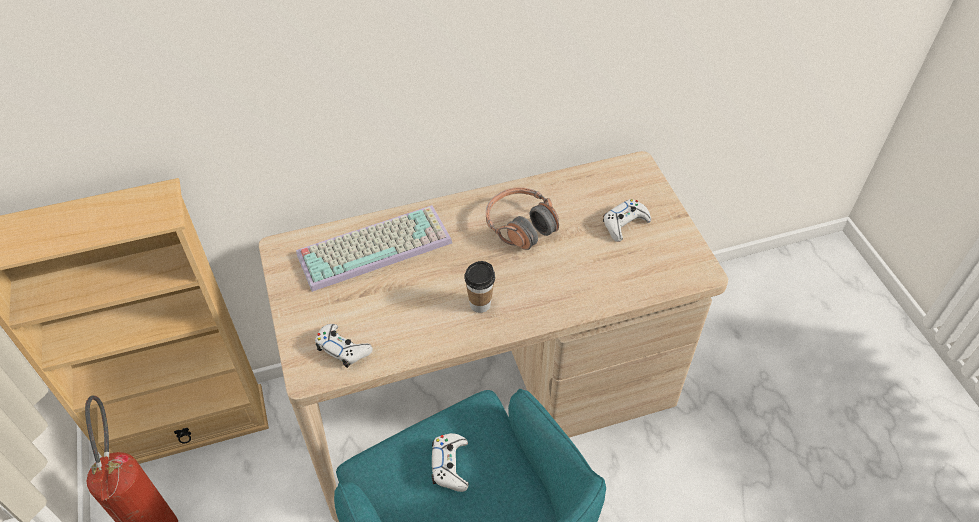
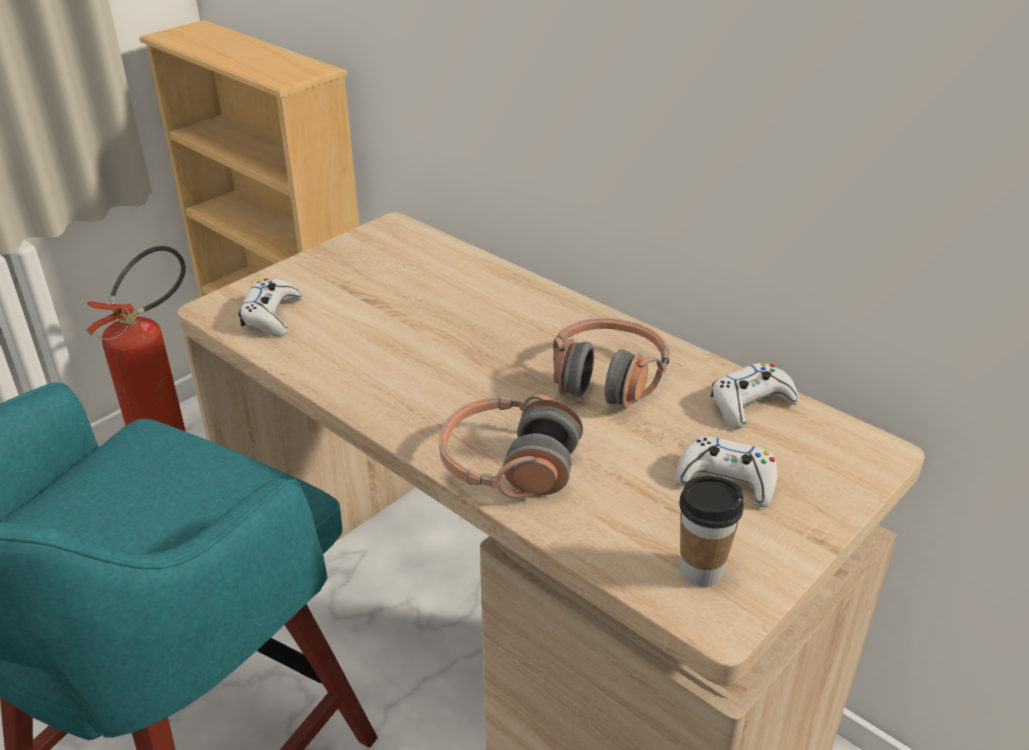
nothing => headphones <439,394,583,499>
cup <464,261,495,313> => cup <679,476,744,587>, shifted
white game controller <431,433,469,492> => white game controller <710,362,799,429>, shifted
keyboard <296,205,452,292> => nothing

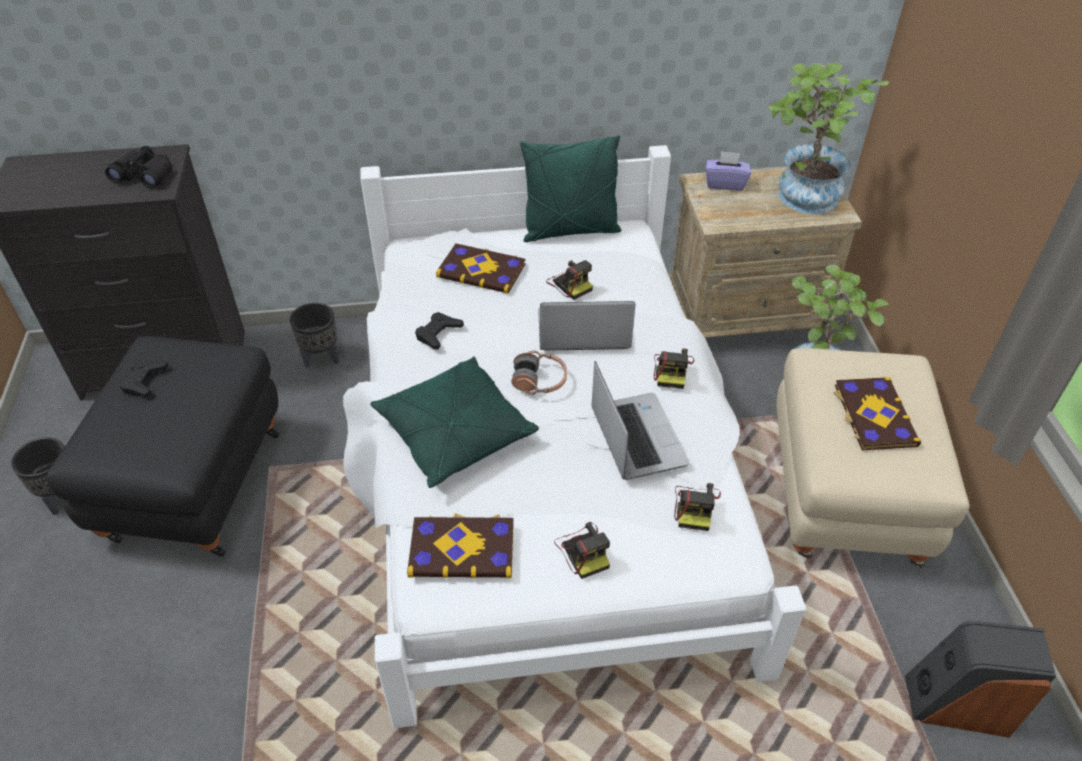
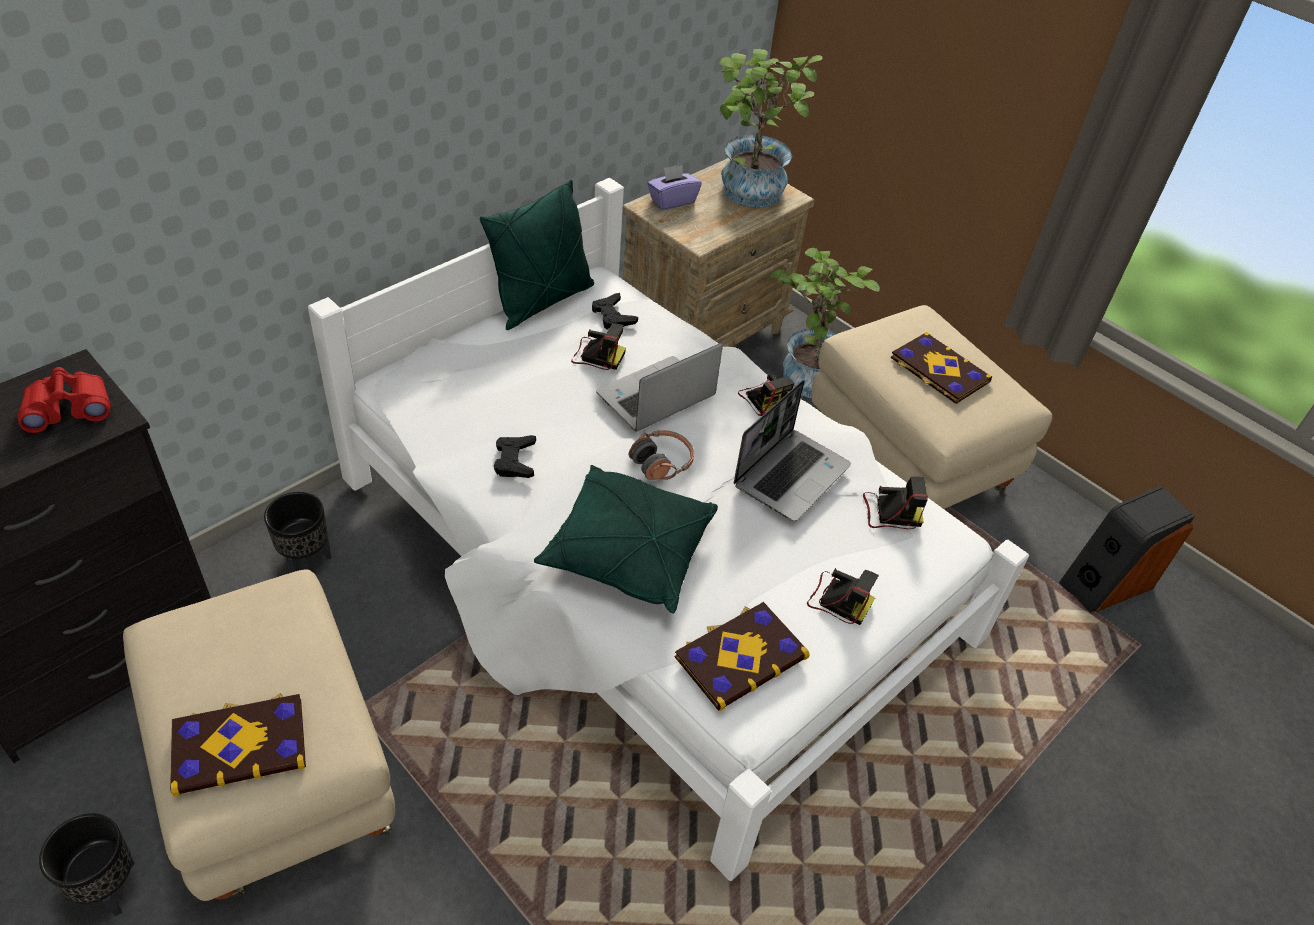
black binoculars <105,146,172,188> => red binoculars <17,367,111,433>
black ottoman <46,336,279,557> => beige ottoman <123,569,395,901>
book <436,243,526,294> => book <170,693,306,796>, shifted
black game controller <120,360,169,397> => black game controller <592,293,638,330>, shifted
laptop <592,361,690,480> => laptop <733,380,851,521>, 90 degrees clockwise
photo camera <674,483,721,531> => photo camera <863,477,928,529>, 60 degrees counterclockwise

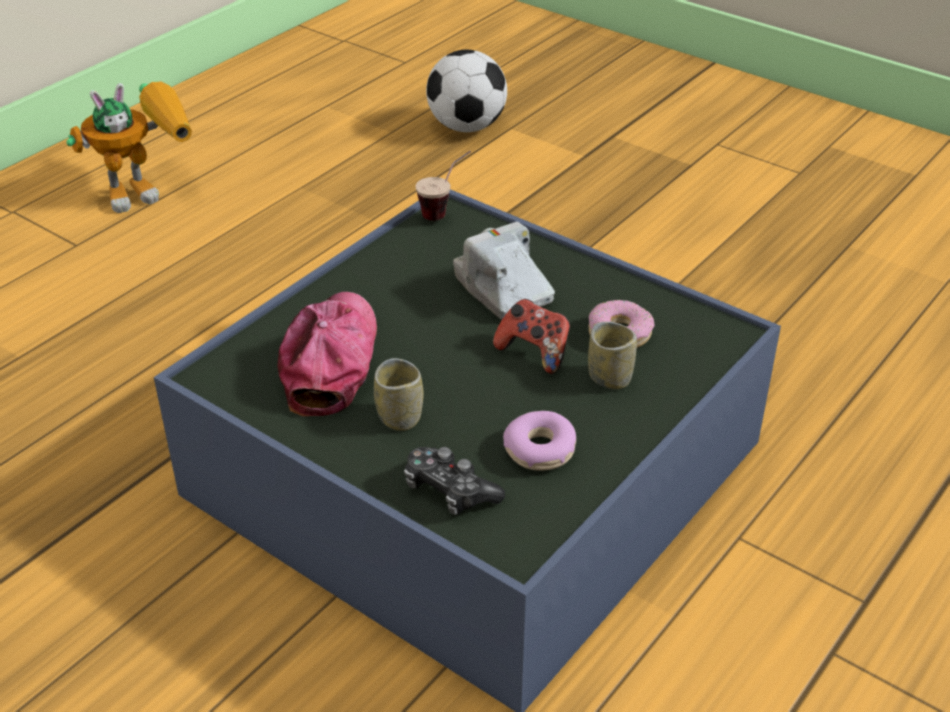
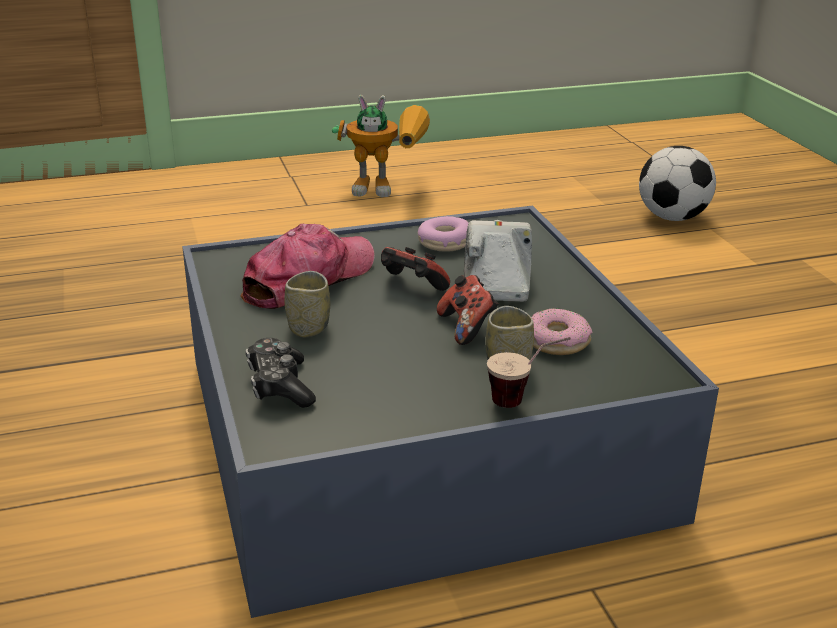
nothing => game controller <381,247,450,291>
donut <503,411,576,471> => donut <418,216,469,252>, shifted
cup <416,151,471,221> => cup <487,337,571,408>, shifted

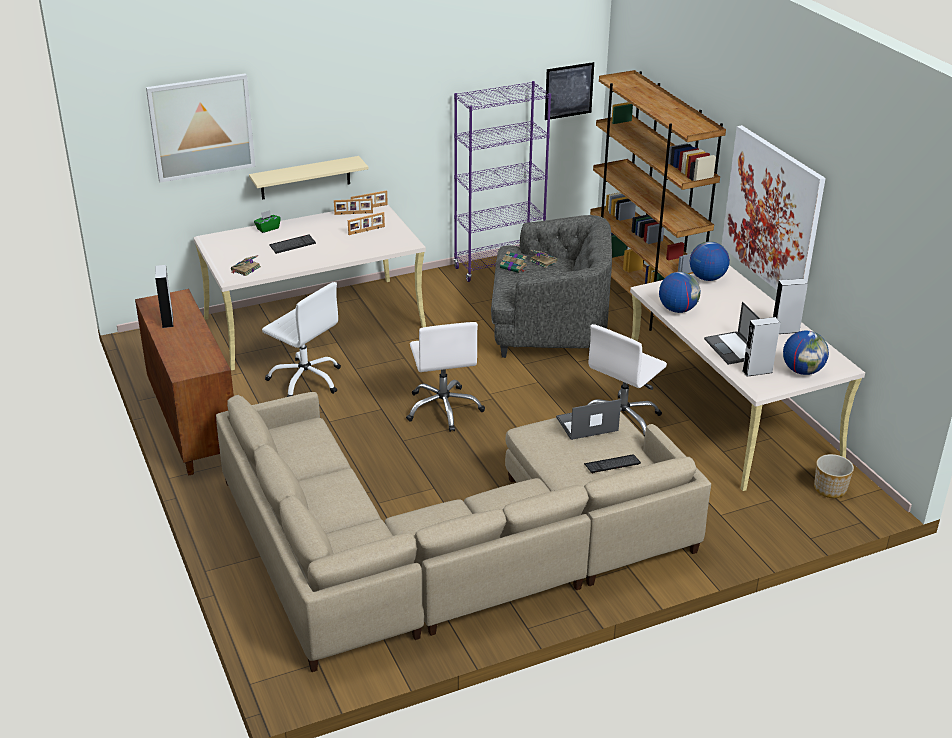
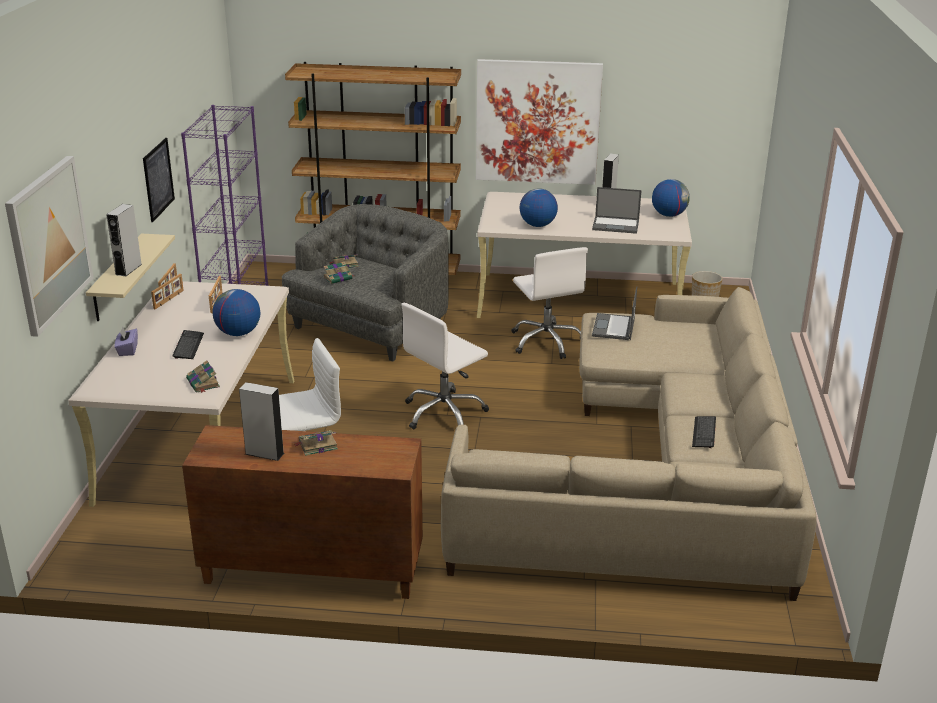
grey speaker <742,317,780,377> => grey speaker <106,204,142,276>, shifted
green tissue box <254,210,281,233> => purple tissue box <114,327,138,356>
picture <545,62,594,120> => picture <143,138,175,222>, shifted
globe <690,241,730,281> => globe <213,289,260,336>, shifted
nothing => book <295,430,338,456>
white office chair <406,322,485,432> => white office chair <401,303,489,429>, 120 degrees clockwise
keyboard <584,454,641,474> => keyboard <692,416,716,448>, shifted

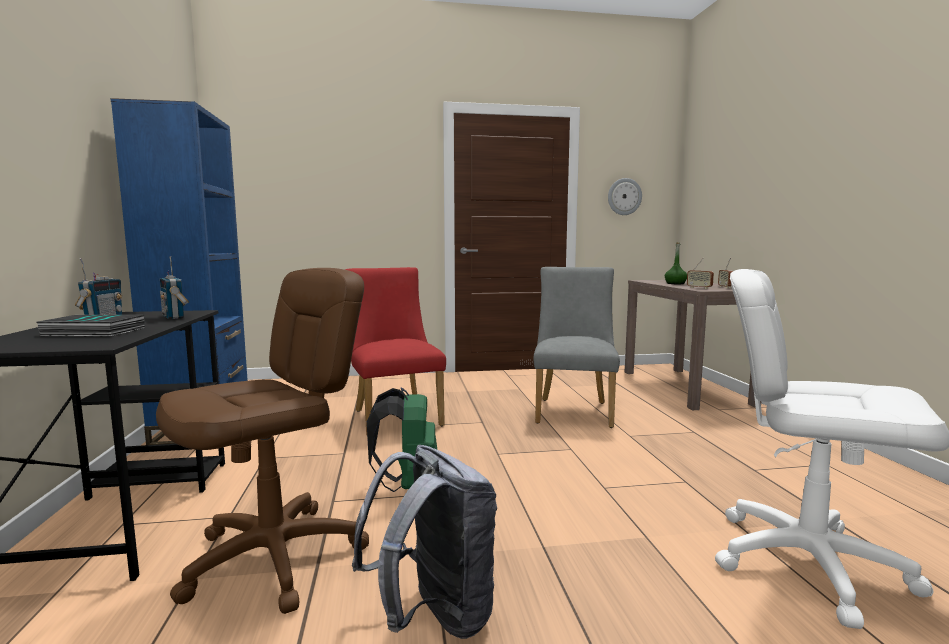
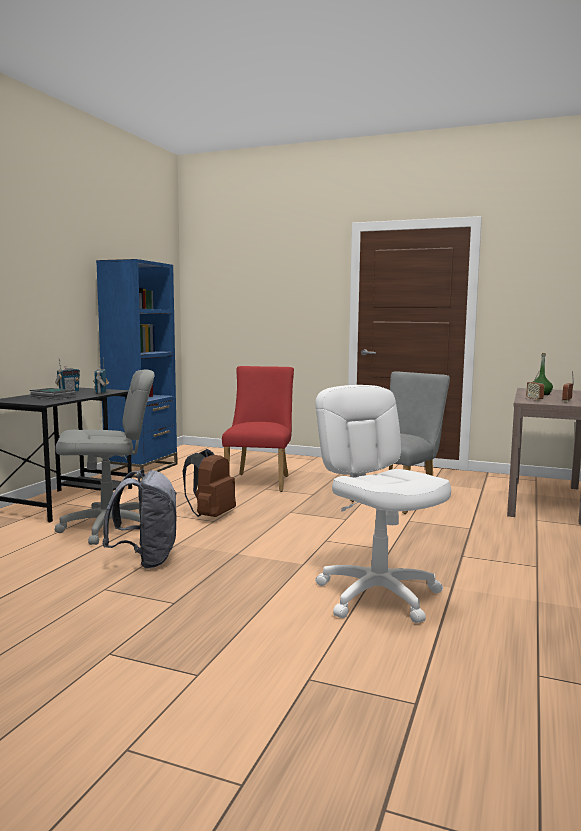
brown office chair <156,268,369,614> => grey office chair <55,370,155,545>
green backpack <367,388,437,492> => brown backpack <183,449,236,517>
wall clock <608,178,642,215> => nothing

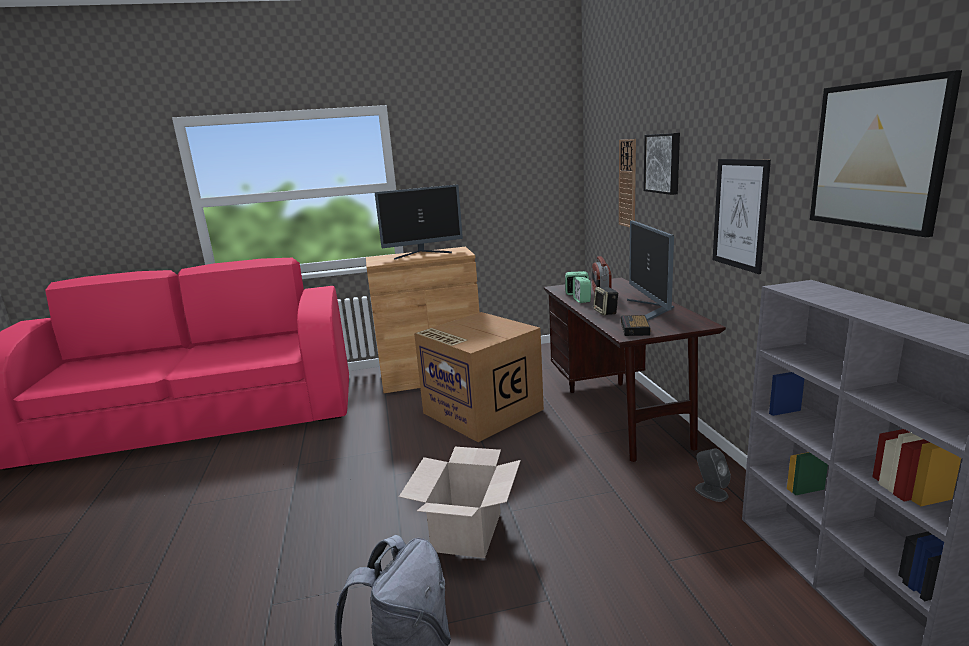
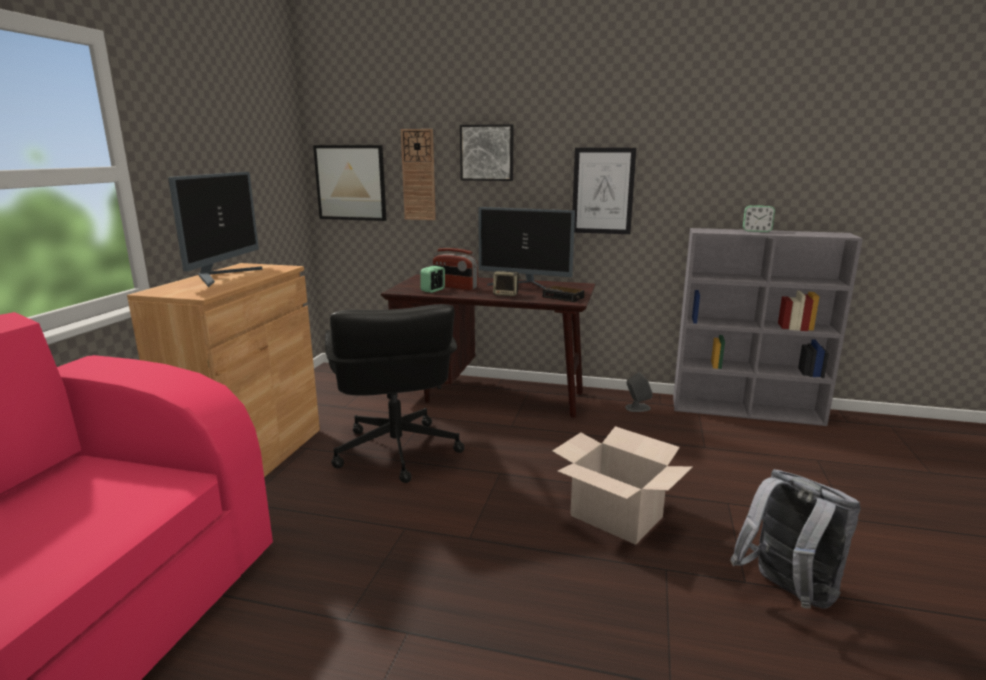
picture <810,70,962,237> => picture <313,145,387,221>, shifted
cardboard box <414,312,544,442> => black office chair <325,304,464,483>
alarm clock <573,277,591,303> => alarm clock <743,205,775,232>, shifted

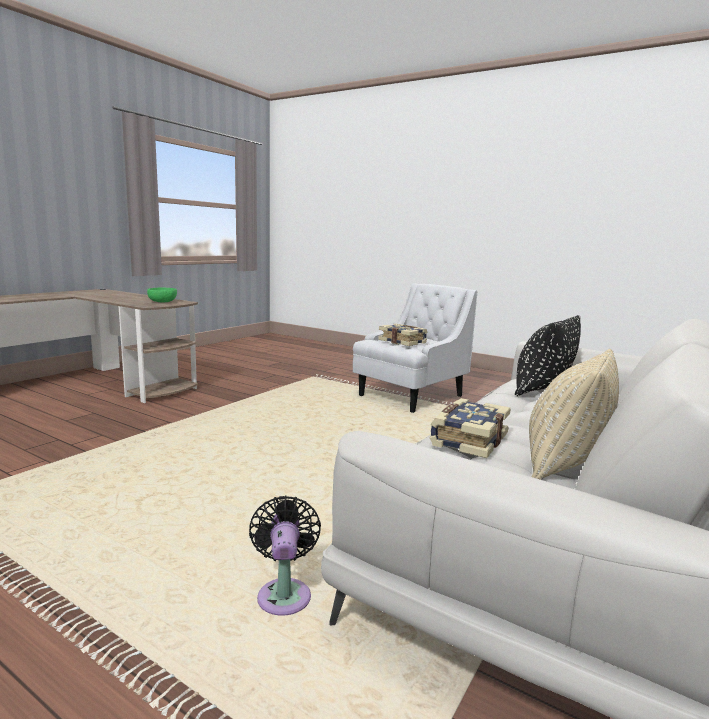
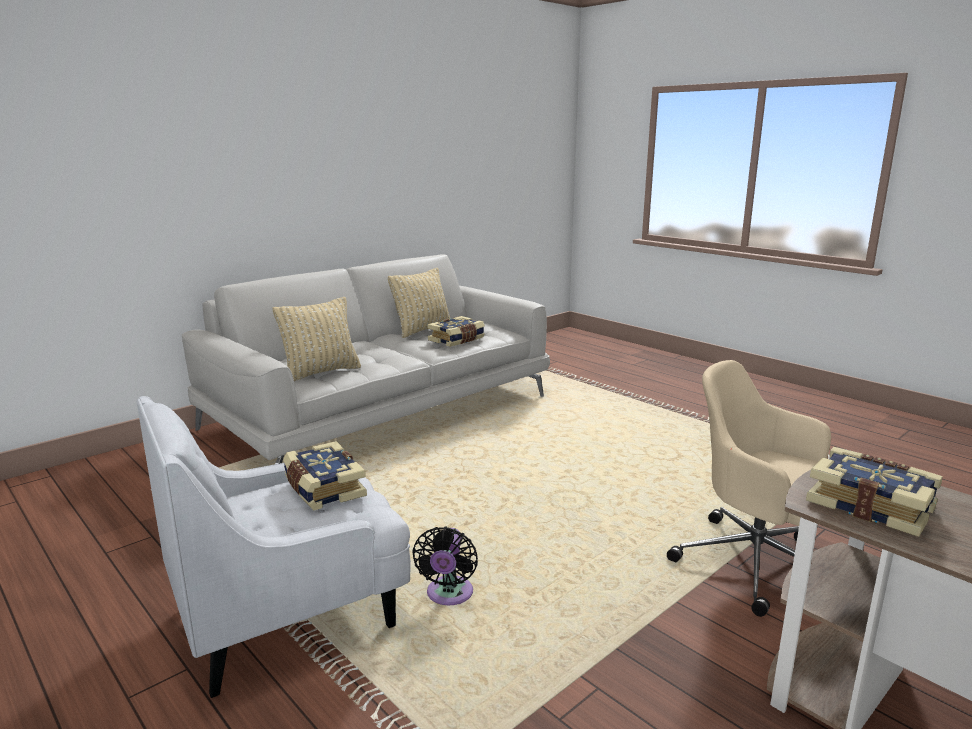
black pillow <515,315,581,396> => beige pillow <273,297,361,381>
black fan <249,496,321,616> => black fan <412,526,478,605>, shifted
nothing => beige office chair <667,360,831,617>
green bowl <147,288,177,302> => book <806,447,943,537>

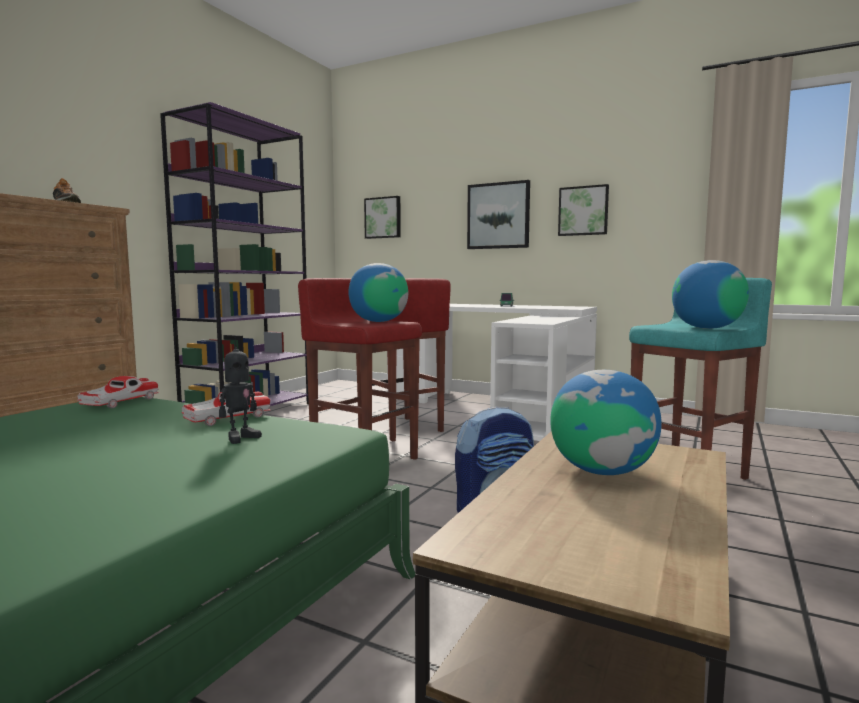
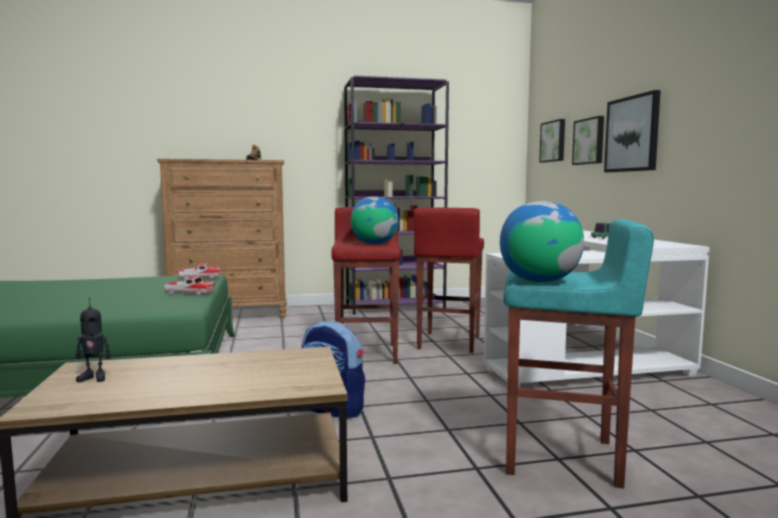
toy robot <219,337,262,444> => toy robot <76,298,111,382>, shifted
picture <558,184,609,236> => picture <572,116,604,165>, shifted
globe <550,370,662,475> => nothing

